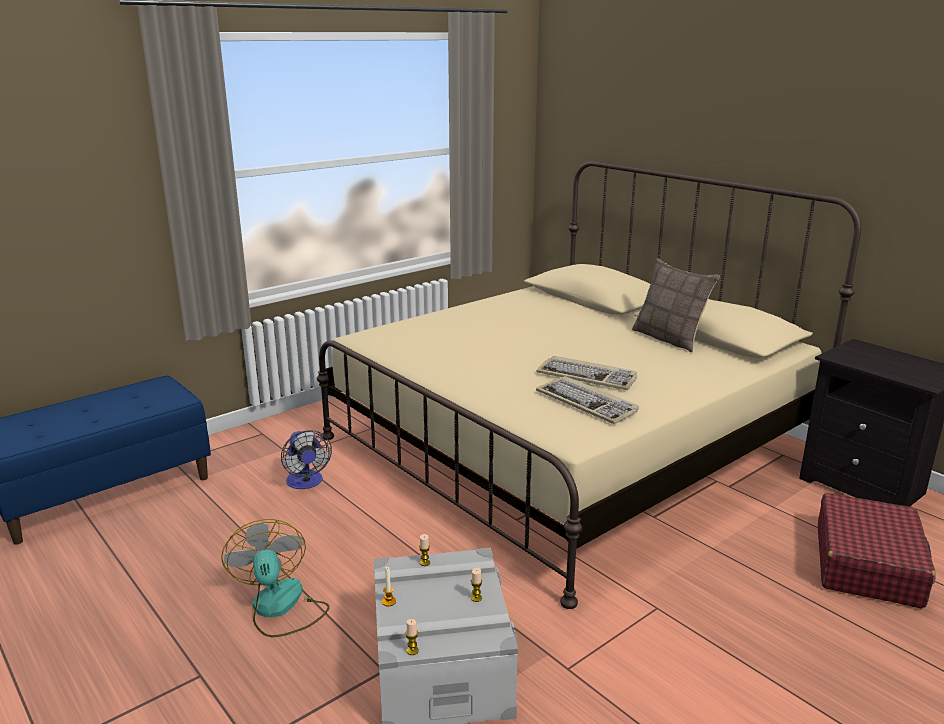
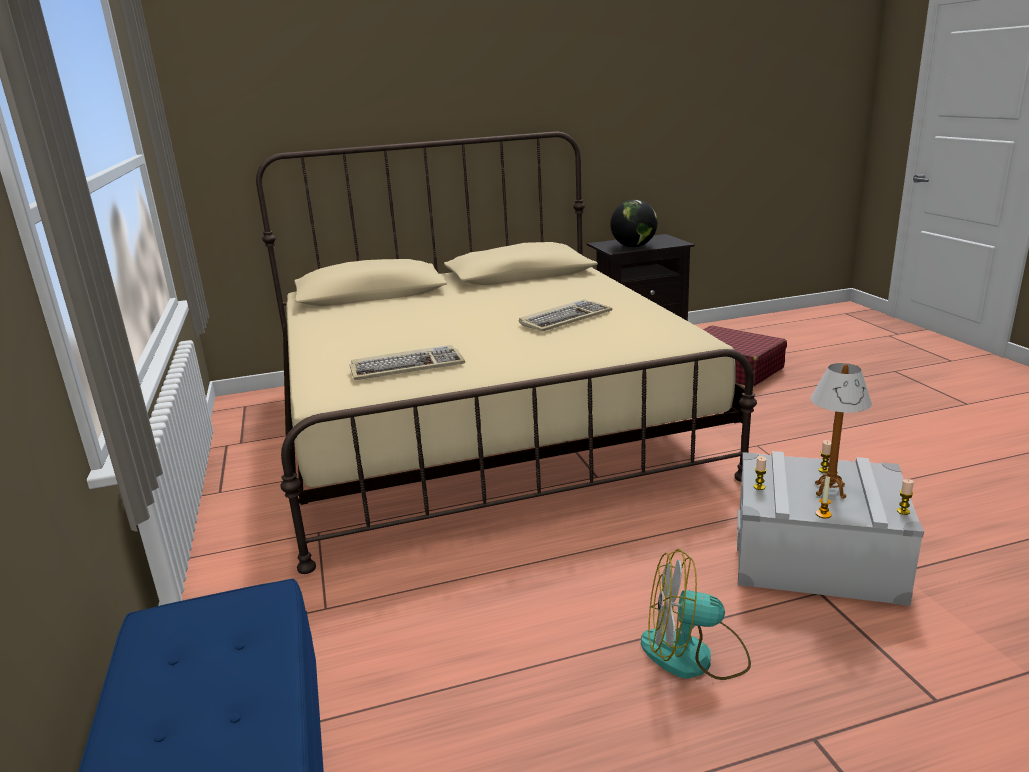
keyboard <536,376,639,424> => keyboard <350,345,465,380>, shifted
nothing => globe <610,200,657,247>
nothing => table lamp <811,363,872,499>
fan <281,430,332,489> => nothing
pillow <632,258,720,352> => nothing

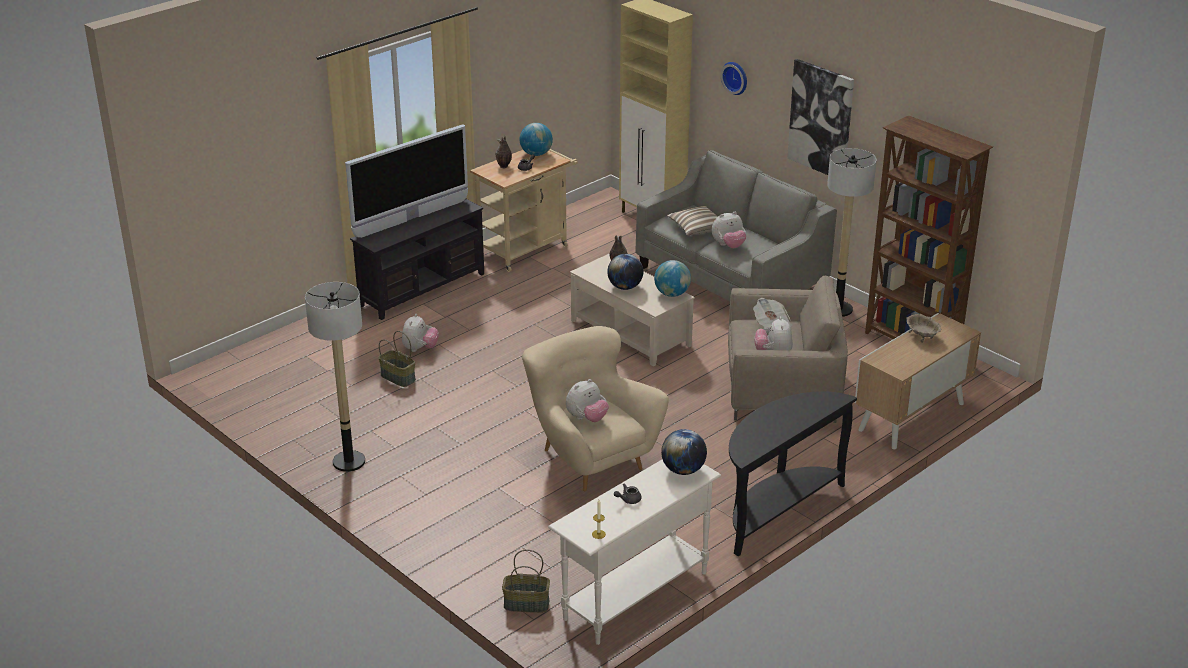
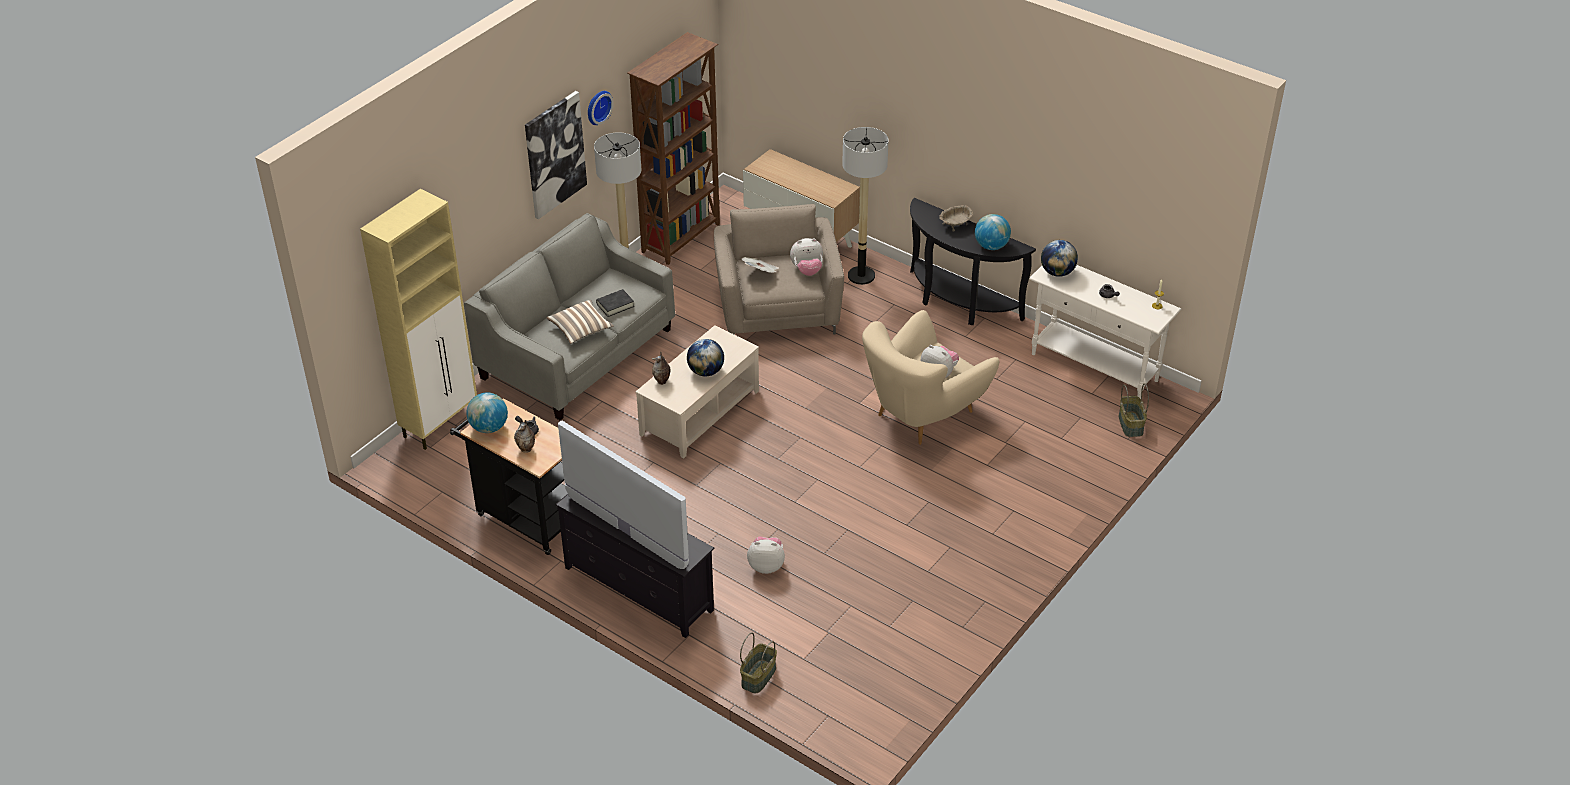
beige cart <470,149,578,272> => black cart <450,398,568,555>
wall clock <721,62,747,95> => wall clock <588,91,614,125>, shifted
plush toy <712,212,746,248> => black book <596,289,634,317>
basket <378,331,416,387> => basket <740,632,777,693>, shifted
floor lamp <305,282,365,472> => floor lamp <842,127,889,285>, shifted
beige bowl <906,314,942,343> => beige bowl <939,205,973,232>, shifted
globe <654,260,691,297> => globe <975,214,1011,250>, shifted

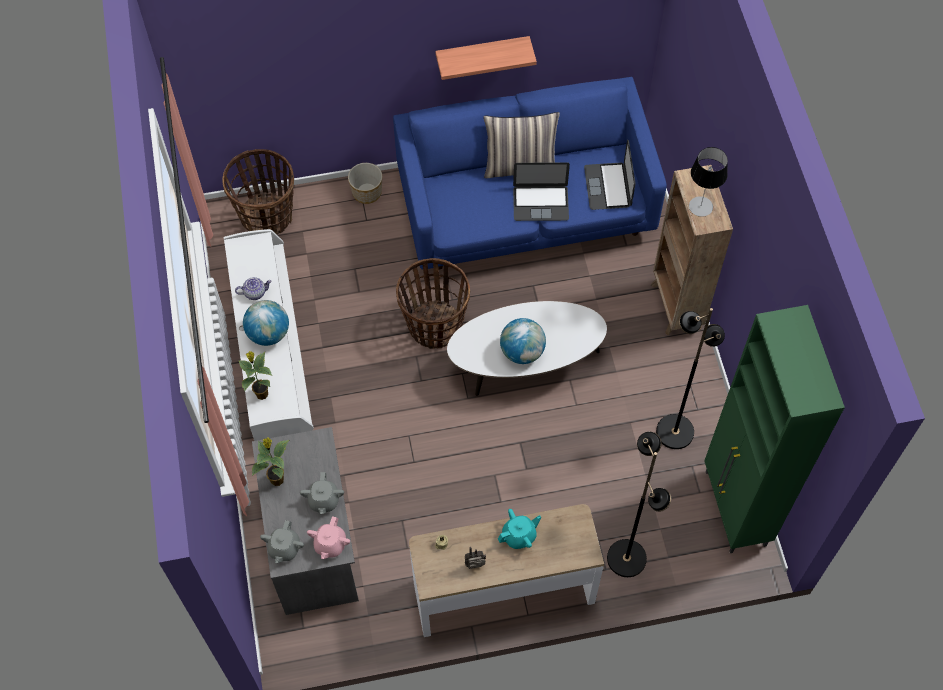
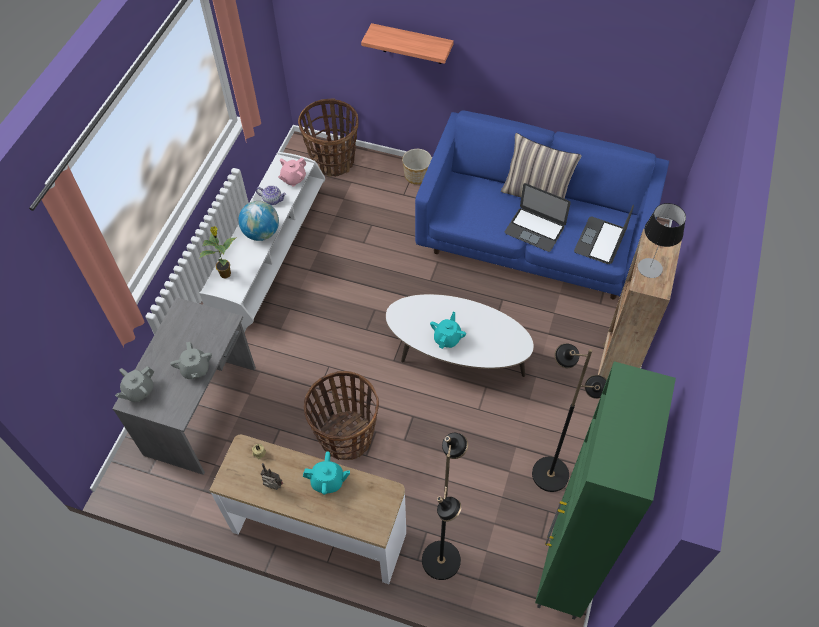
grey teapot <300,472,344,514> => grey teapot <170,342,212,379>, 45 degrees counterclockwise
pink teapot <307,516,350,559> => pink teapot <278,157,307,186>, shifted
basket <396,258,470,349> => basket <304,371,379,460>, shifted
shelf <435,36,537,80> => shelf <361,23,454,64>, shifted
globe <500,318,546,364> => turquoise teapot <430,312,466,349>
potted plant <252,438,289,486> => nothing

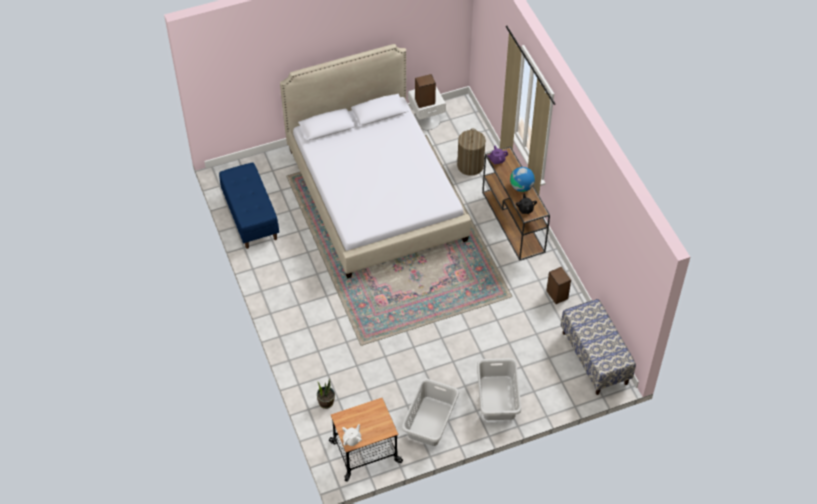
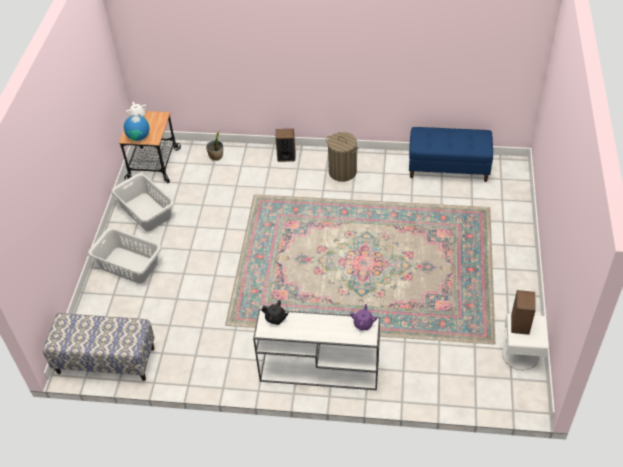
globe <510,167,535,192> => globe <124,115,149,141>, shifted
brown console table <482,146,550,261> => white console table <253,309,380,390>
speaker <546,267,571,304> => speaker <275,129,296,162>, shifted
laundry basket <457,129,486,176> => laundry basket <326,132,358,182>, shifted
bed <280,44,471,278> => nothing

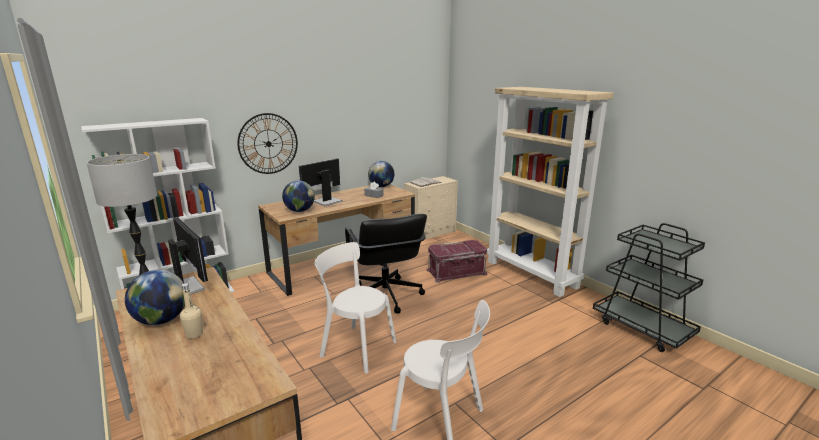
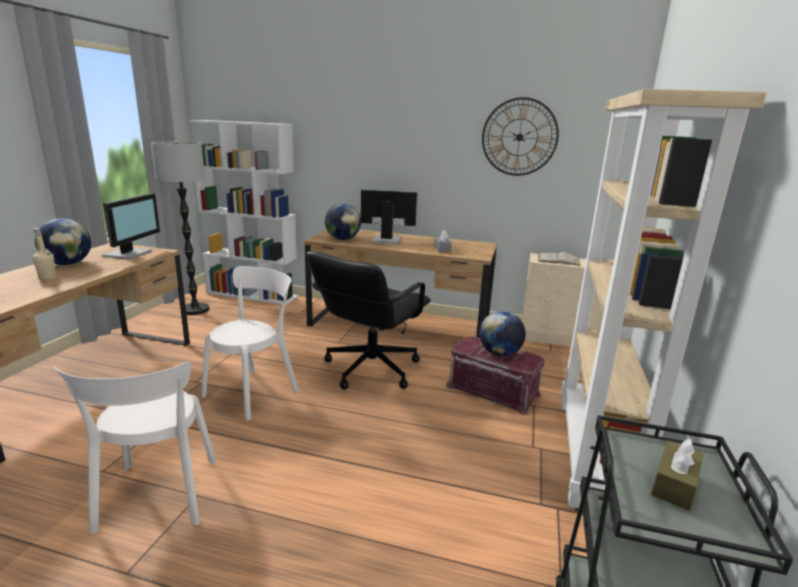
white chair <315,242,396,374> => white chair <201,266,299,420>, 45 degrees clockwise
globe <368,161,394,187> => globe <479,311,526,356>, shifted
wall clock <237,113,298,174> => wall clock <482,97,559,176>, shifted
nothing => brown tissue box <651,438,704,511>

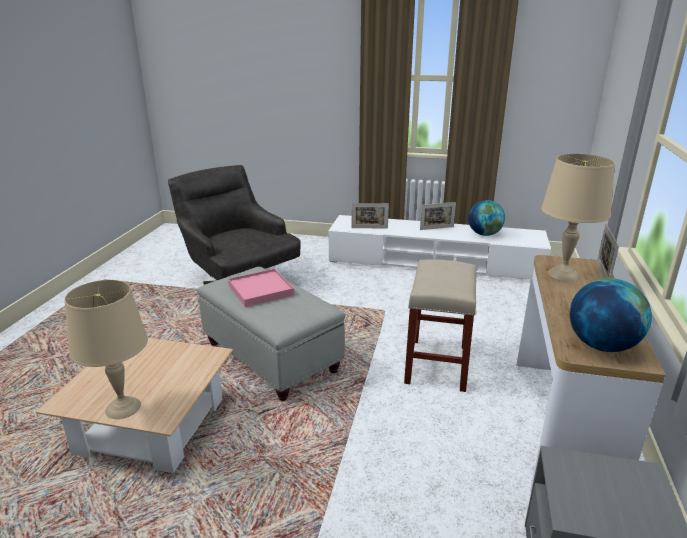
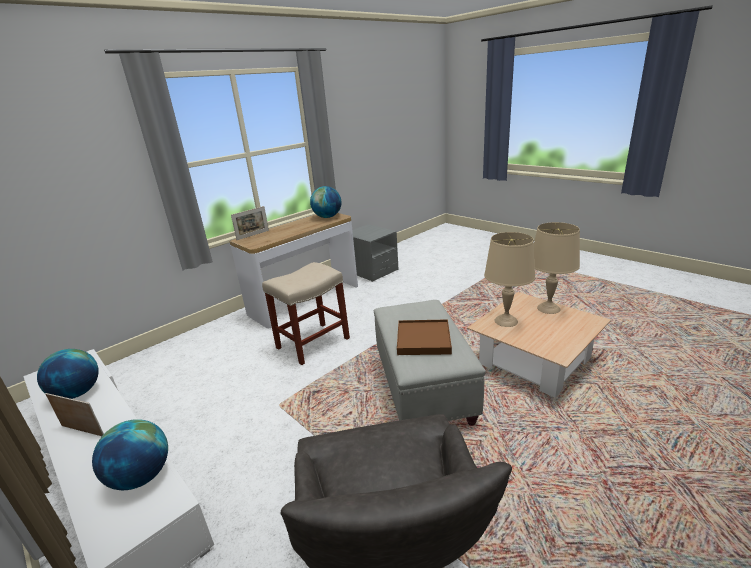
picture frame <352,203,389,228> => globe <92,419,168,490>
pink tray <228,269,294,307> => brown tray <397,319,452,355>
beige table lamp <541,154,615,281> => beige table lamp <484,232,535,327>, shifted

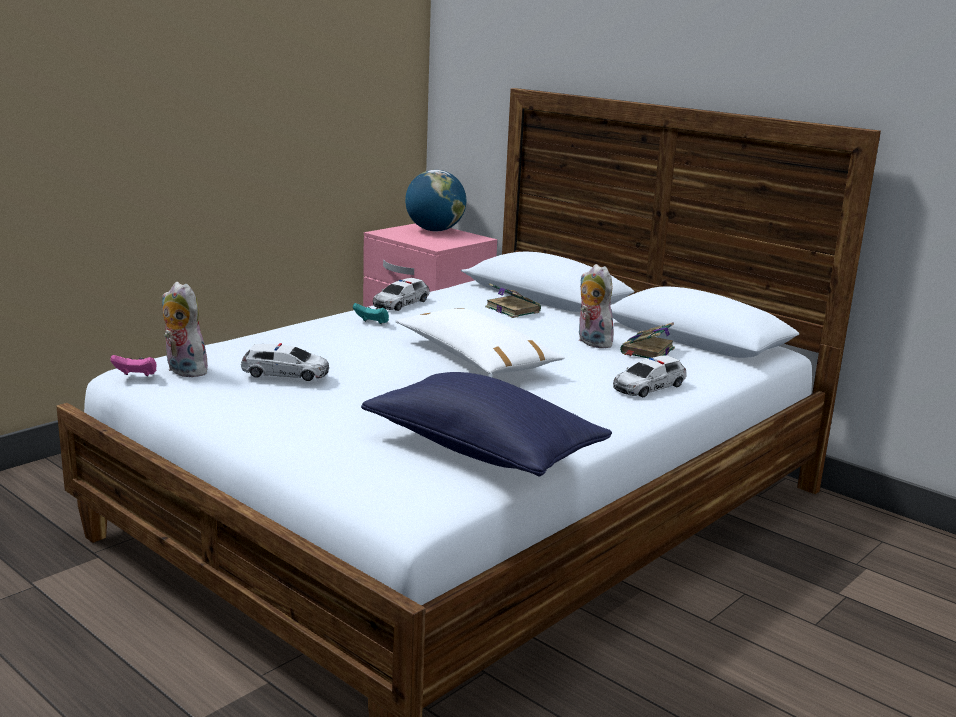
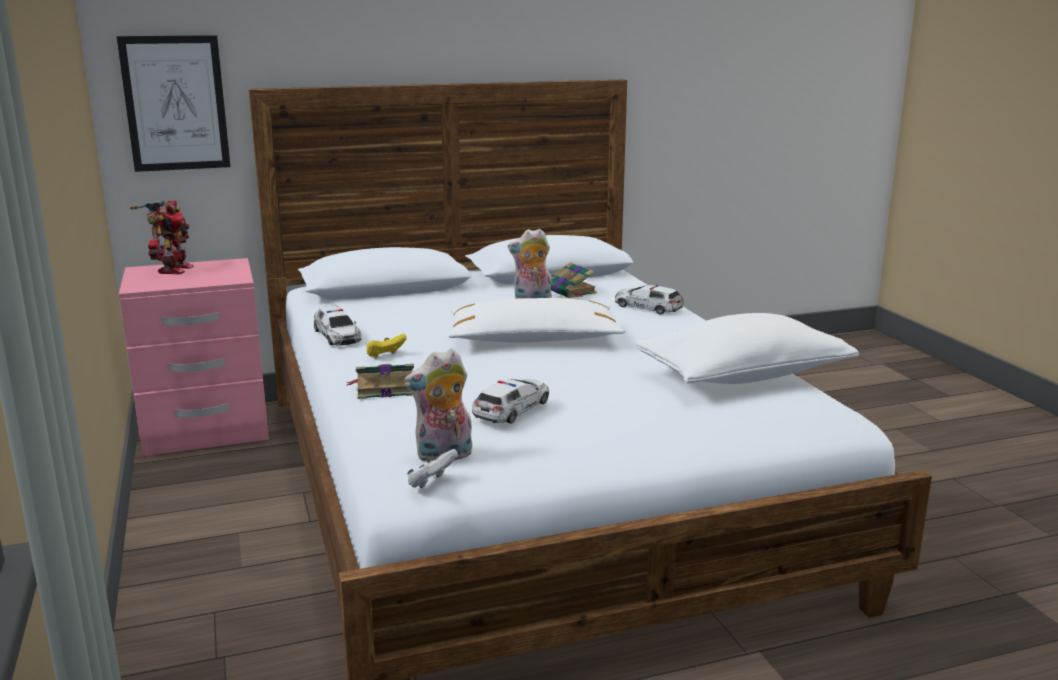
nothing => picture <117,35,230,172>
globe <405,170,466,231> => toy robot <130,200,194,275>
book <485,283,541,318> => book <346,364,414,399>, shifted
turquoise game controller <353,303,389,324> => yellow game controller <367,333,407,358>
pink game controller <110,355,157,376> => white game controller <407,449,458,488>
toy car <613,355,687,397> => toy car <615,285,684,315>, 135 degrees clockwise
blue pillow <361,372,612,477> => white pillow <636,313,859,384>

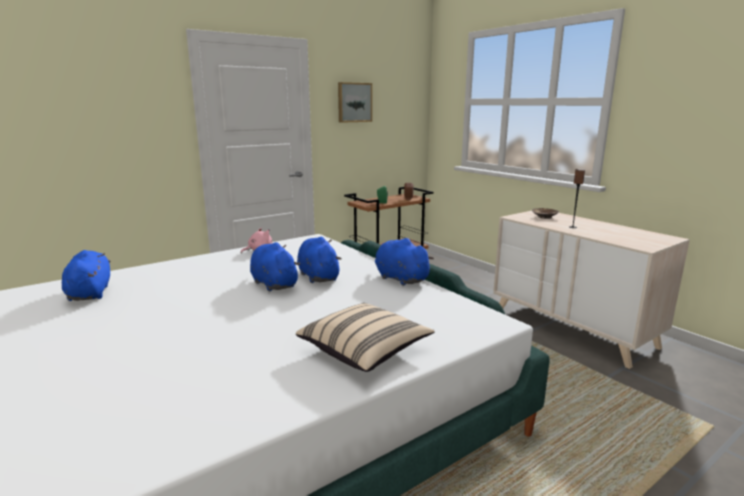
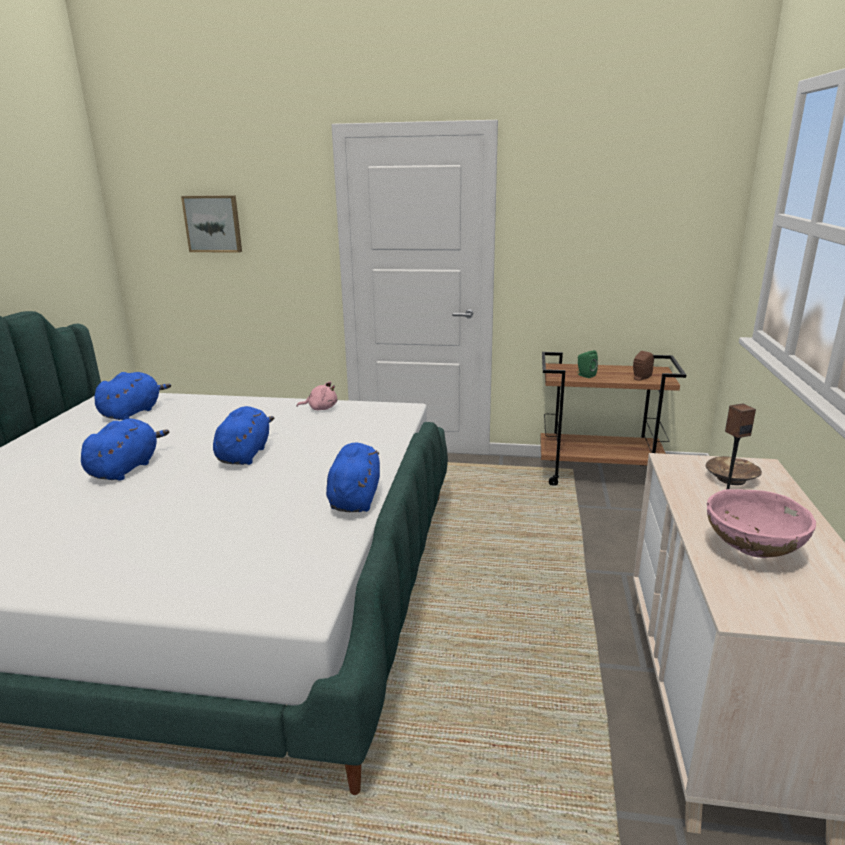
blue plush toy <297,237,342,283> => blue plush toy <81,419,169,481>, shifted
picture <338,82,372,123> => picture <181,195,242,253>, shifted
nothing => pink bowl <707,489,816,558>
beige pillow <296,303,435,372> => nothing

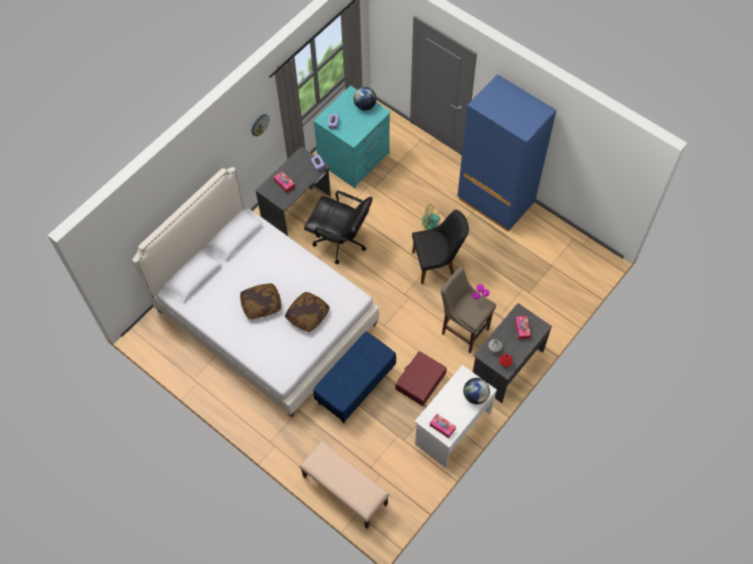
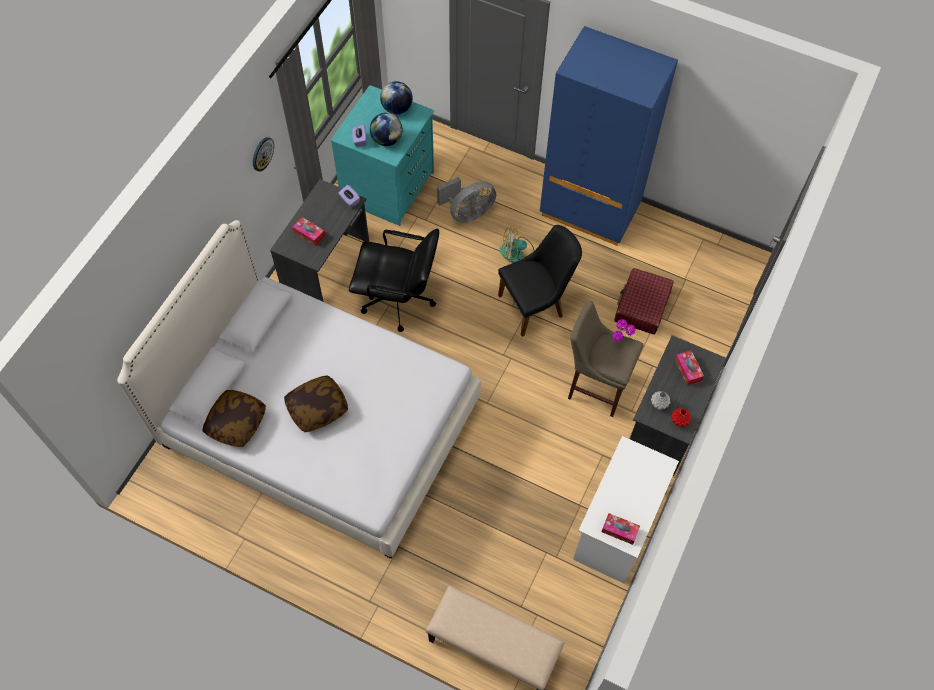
pillow <285,292,330,332> => pillow <202,390,266,447>, shifted
globe <463,378,490,404> => globe <370,113,403,146>, shifted
nothing => grey fan <437,177,496,223>
red suitcase <395,351,447,406> => red suitcase <614,268,674,335>, shifted
blue bench <313,331,396,423> => nothing

